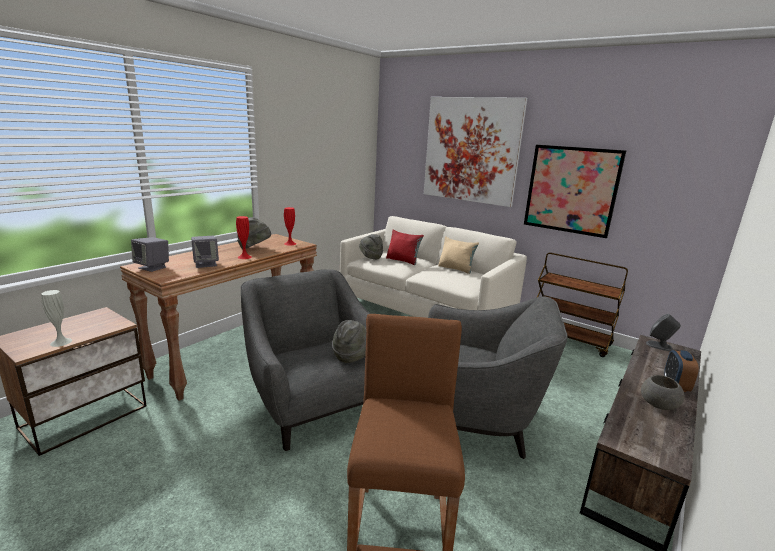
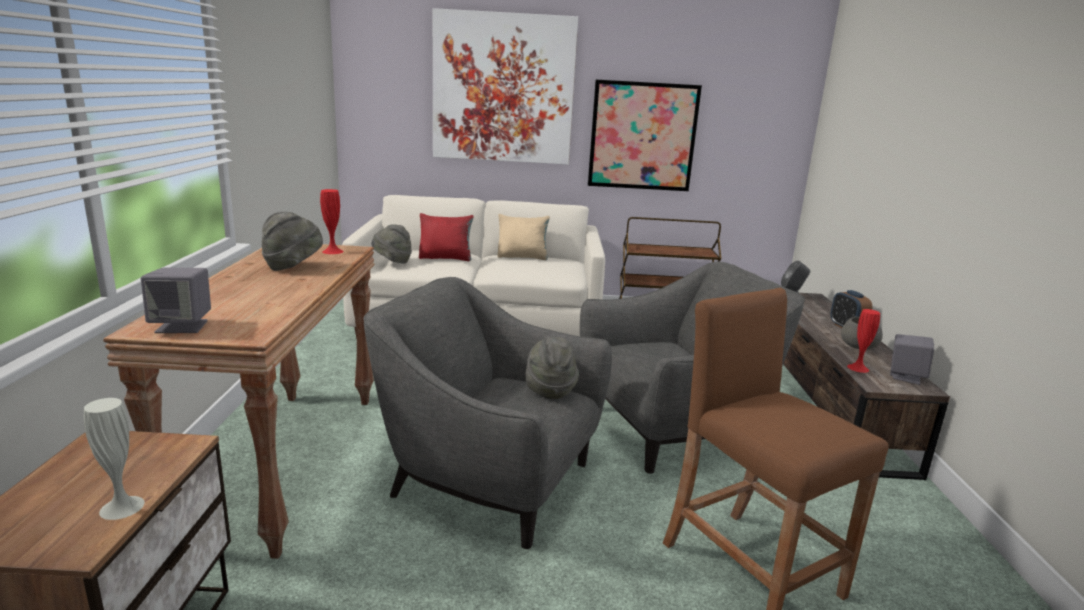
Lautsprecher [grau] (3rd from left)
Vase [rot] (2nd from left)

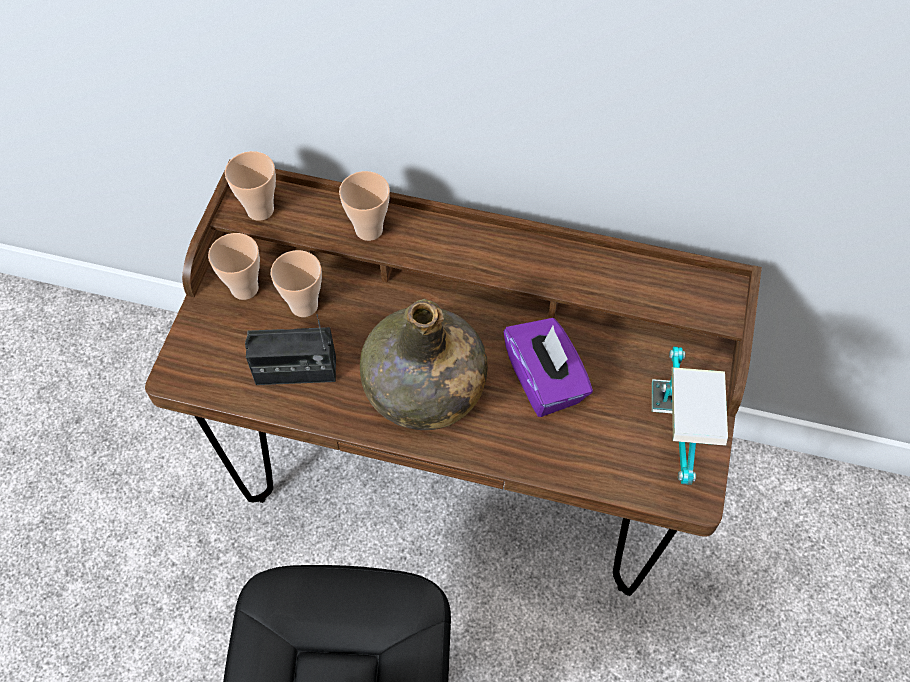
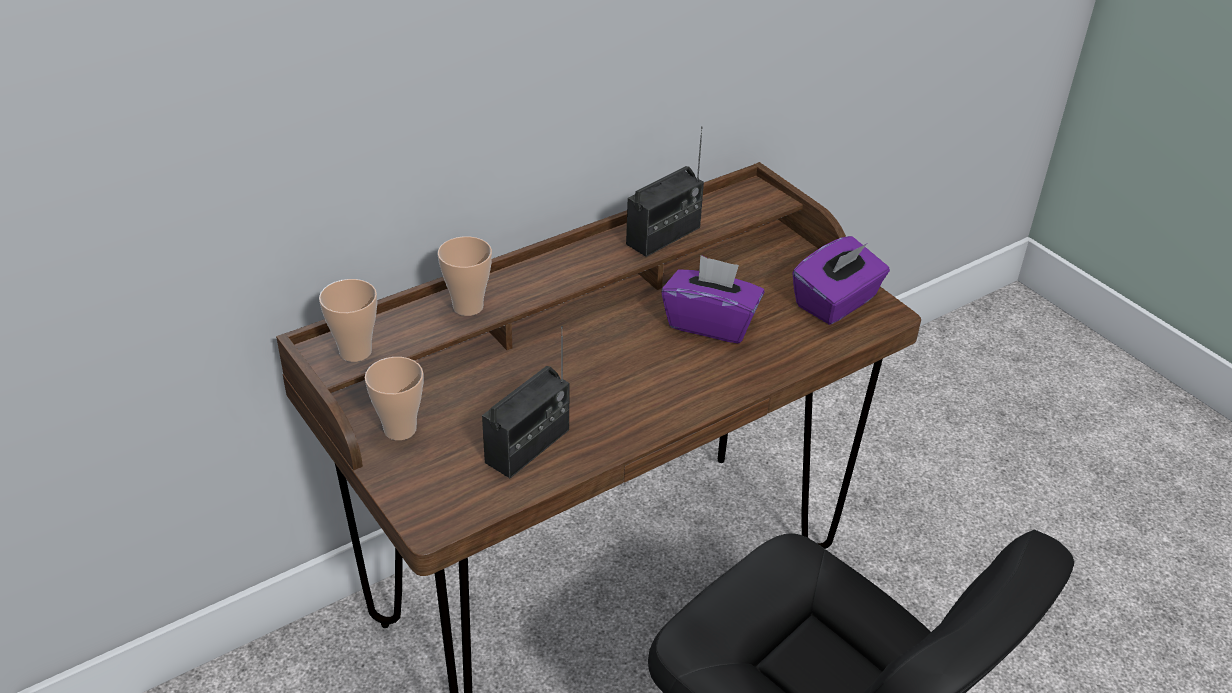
Tasse (3rd from left in the first image)
Flasche [grün]
Radio (2nd from left)
Taschentuchbox [lila] (2nd from left)

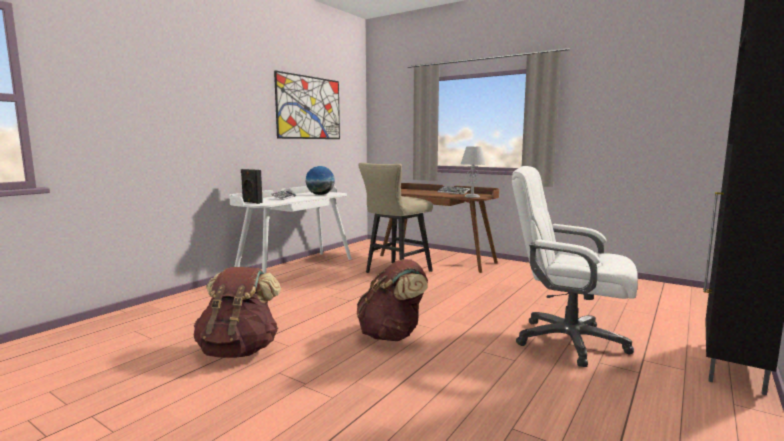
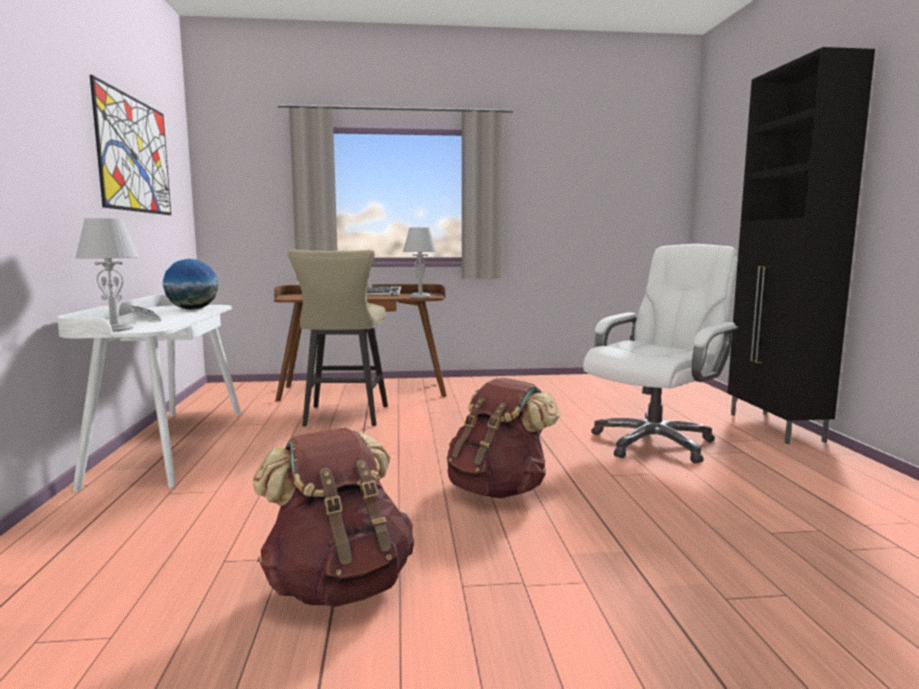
Tischlampe [grau] (1st from left)
Bürostuhl [weiß]

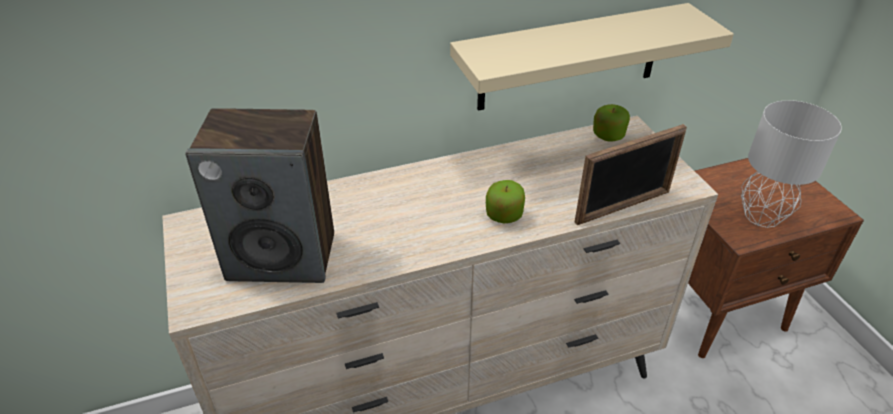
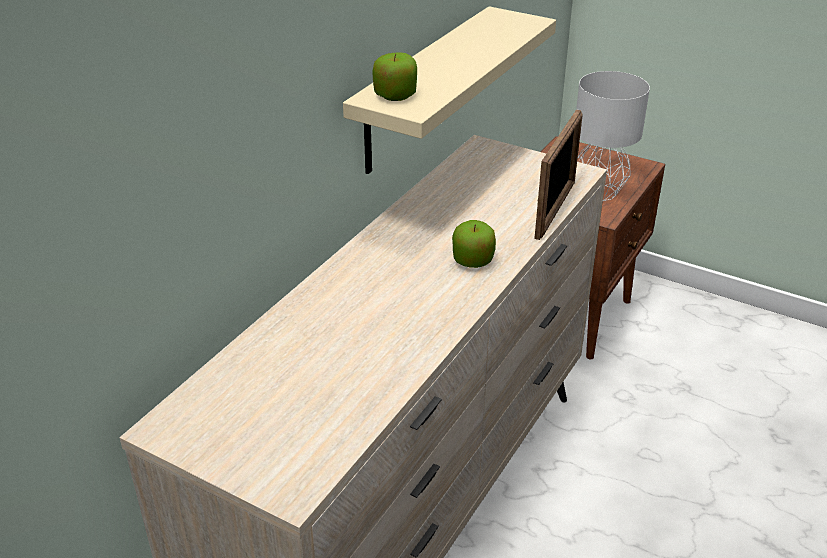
Lautsprecher
Apfel (1st from left)

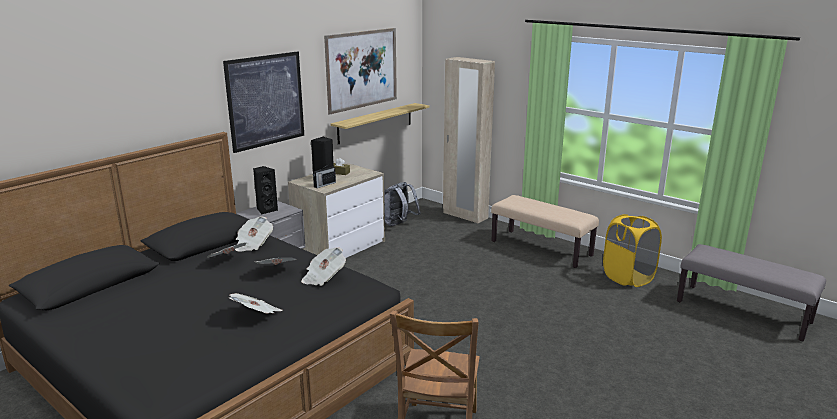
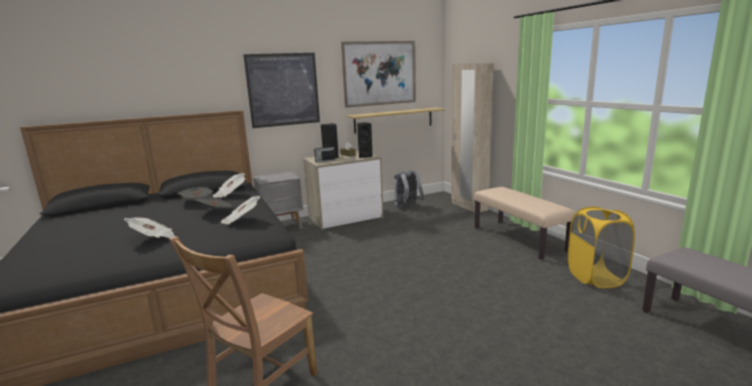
Lautsprecher [schwarz] (2nd from left)

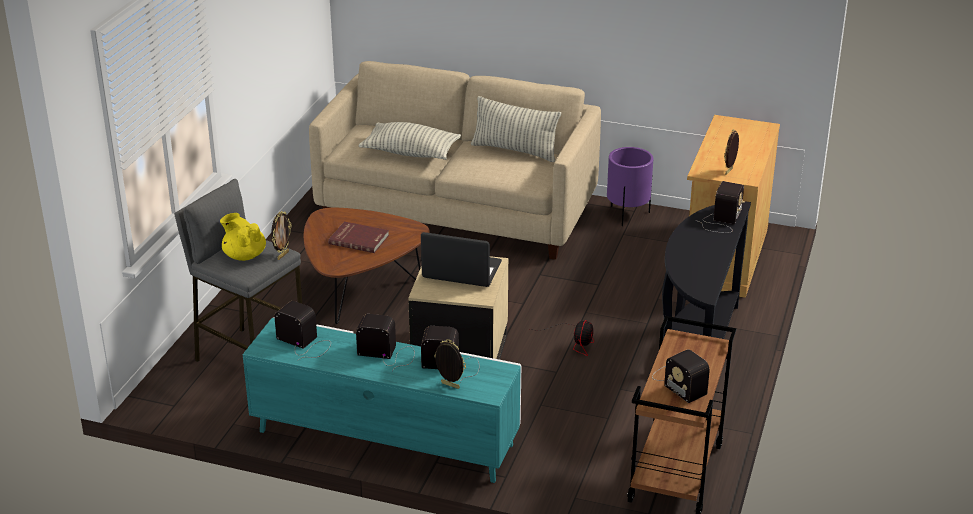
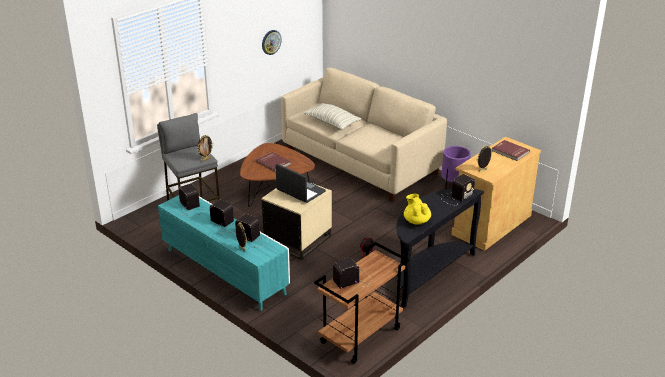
Kissen (2nd from left in the first image)
Wanduhr
Buch [rot] (2nd from left)
Teekanne [gelb]
Radio (4th from left)

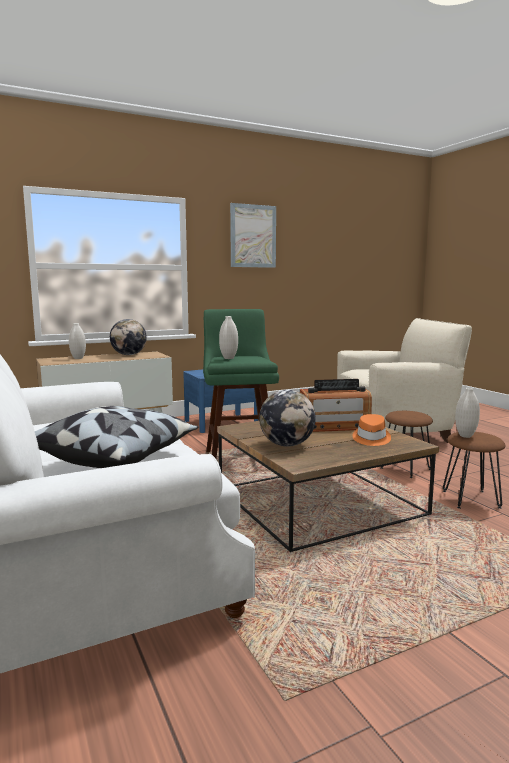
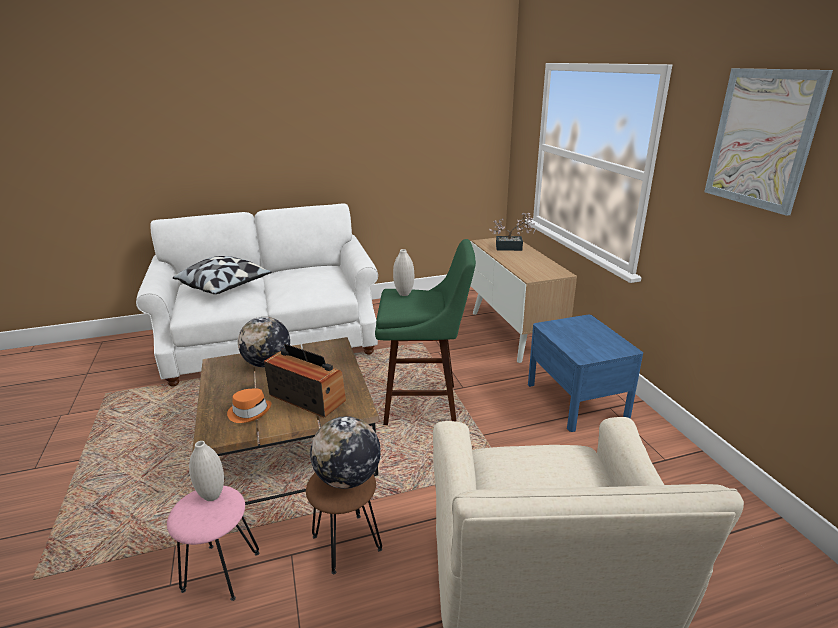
Globus (2nd from left)
Topfpflanze
Hocker [rosa]
Radio

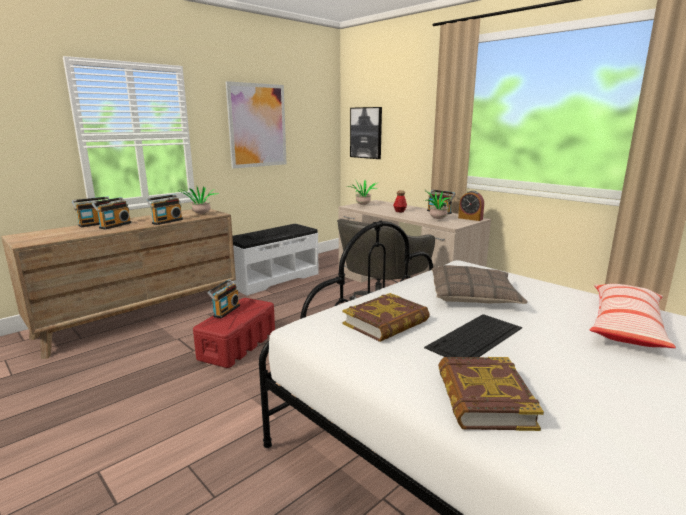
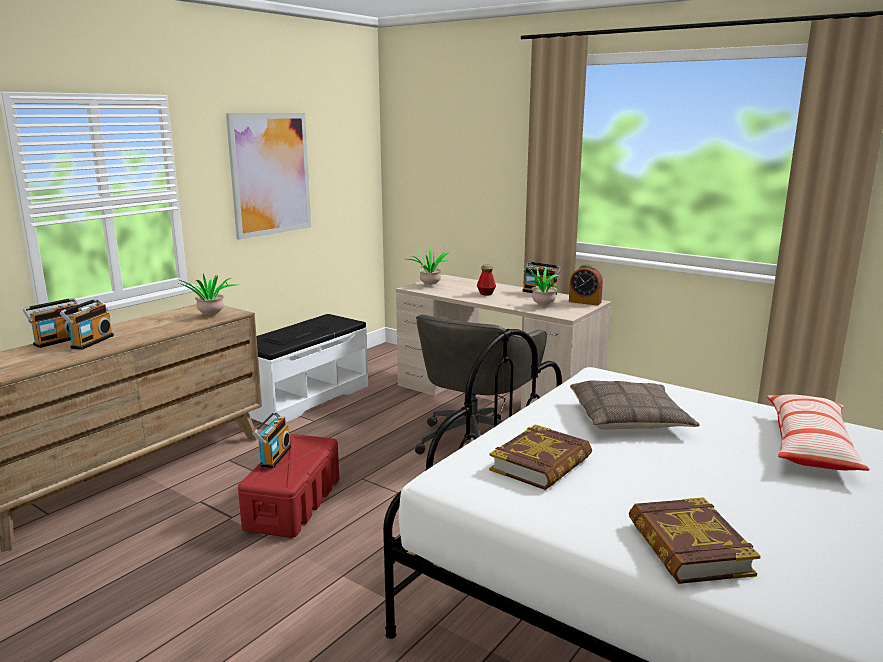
Radio (3rd from left in the first image)
Bild (2nd from left in the first image)
Tastatur (2nd from left in the first image)

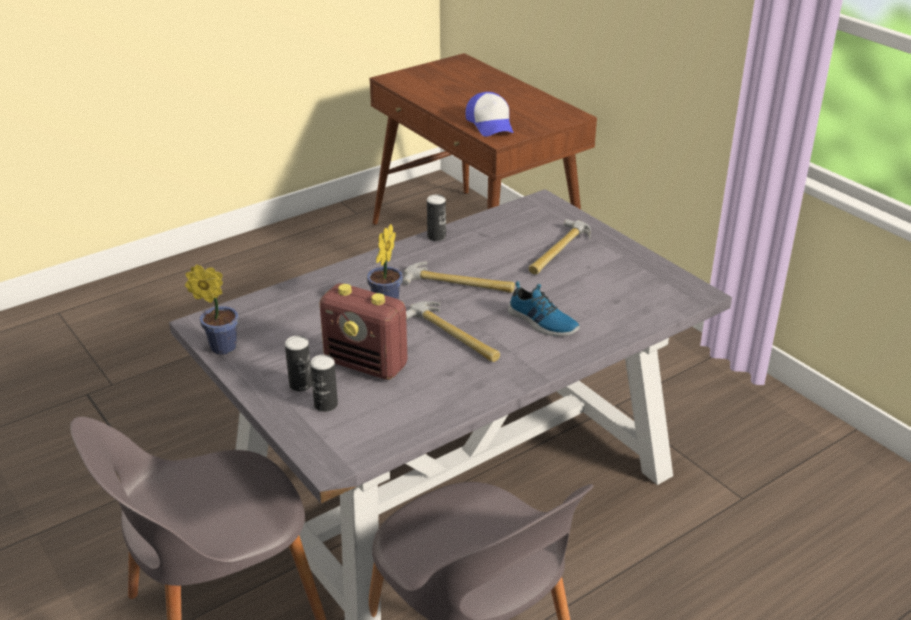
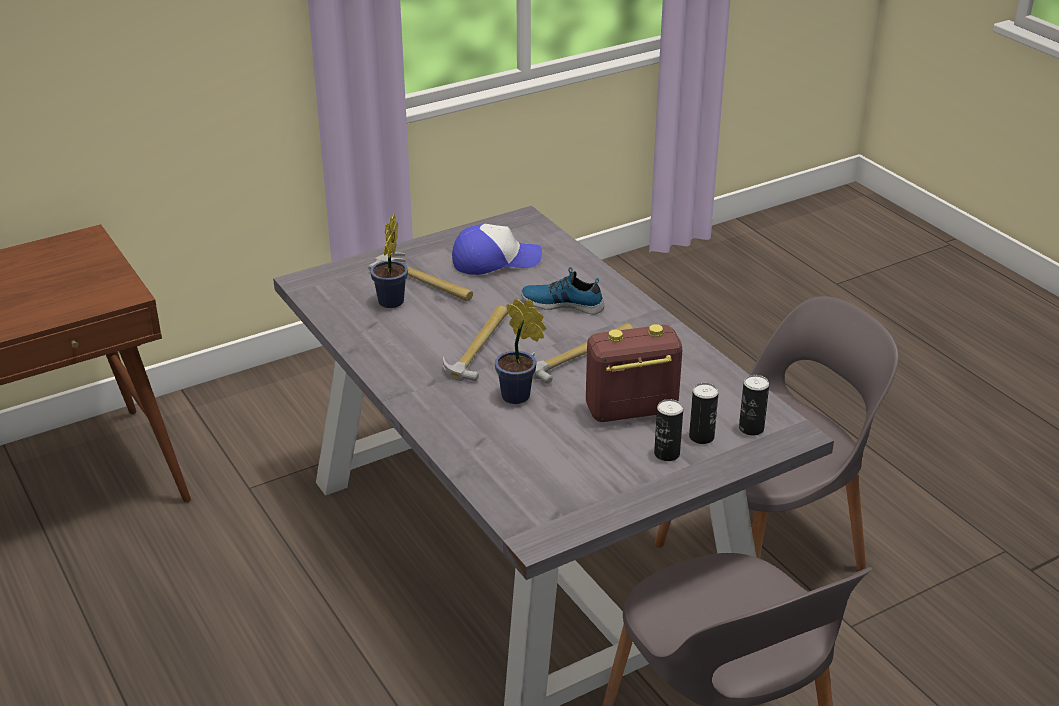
Topfpflanze (1st from left)
Dose (3rd from left)
Kappe
Radio
Schuh

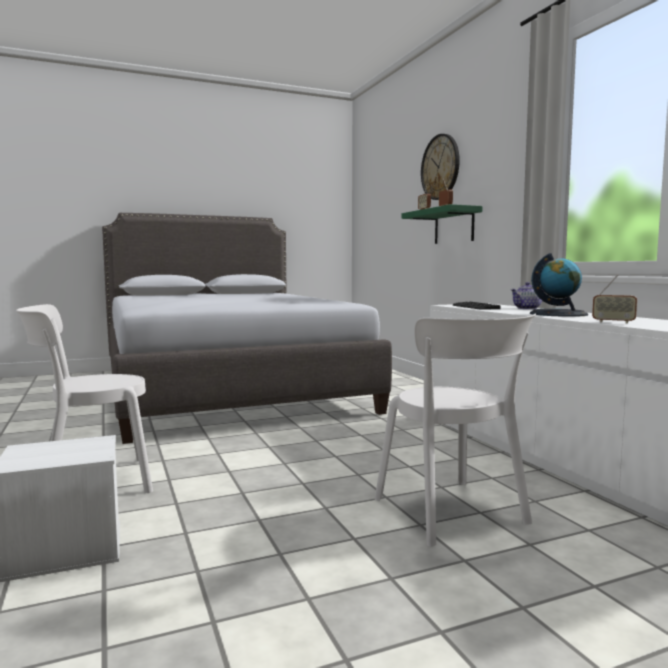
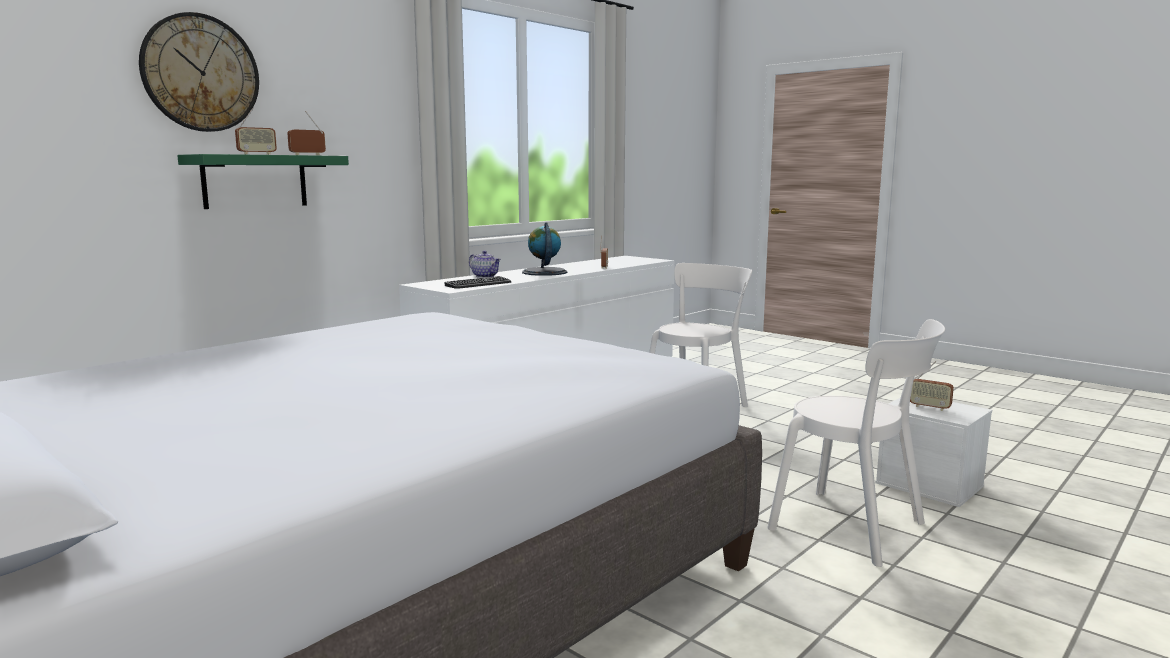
Radio (4th from left)

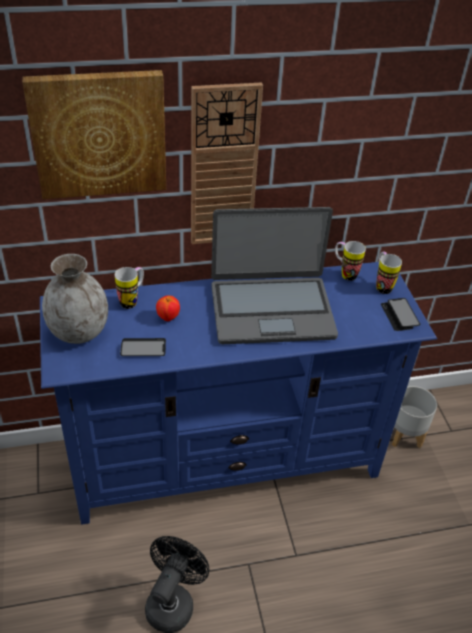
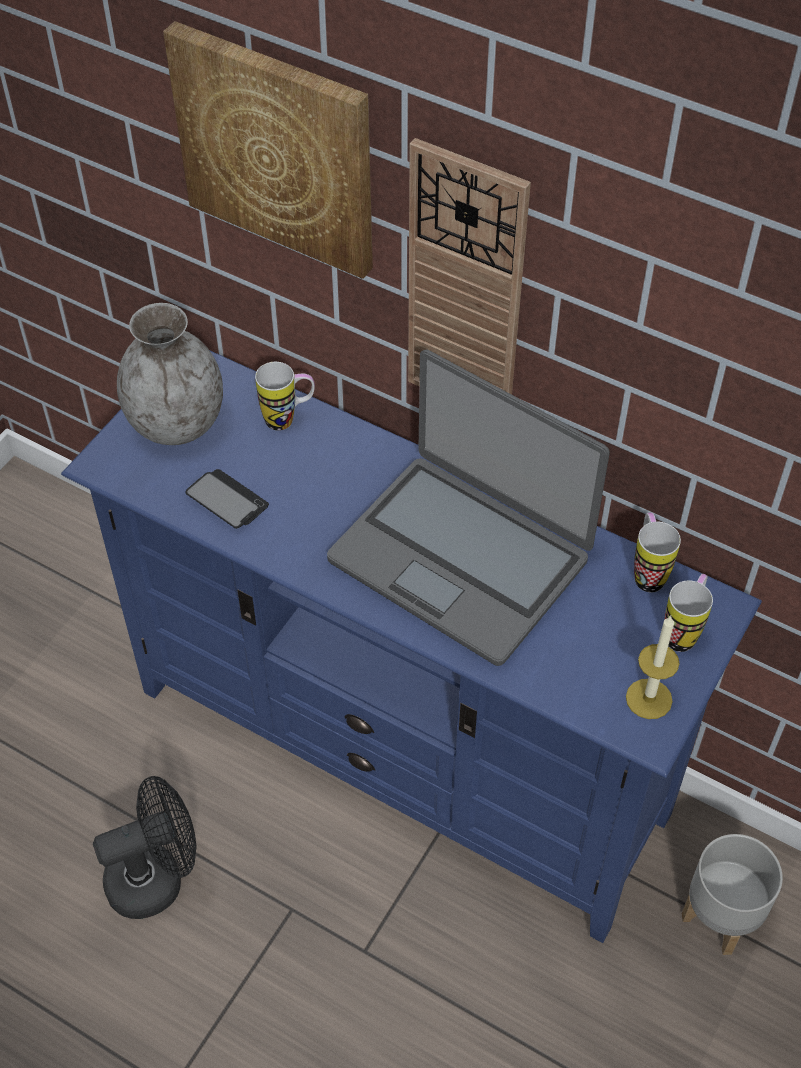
Apfel
Kerze

